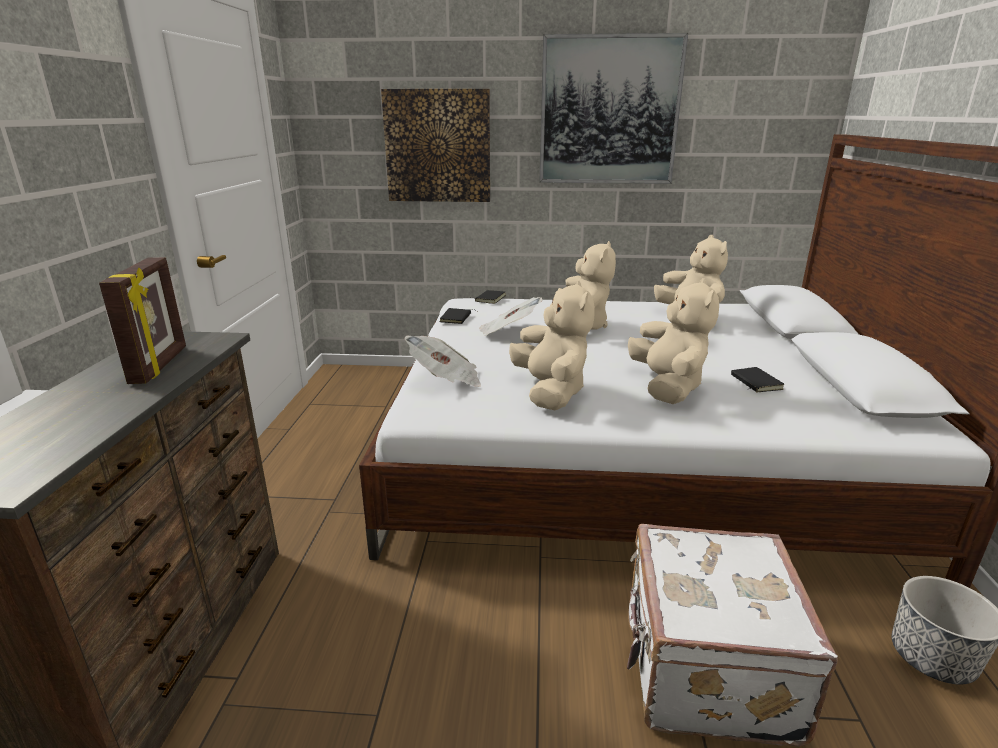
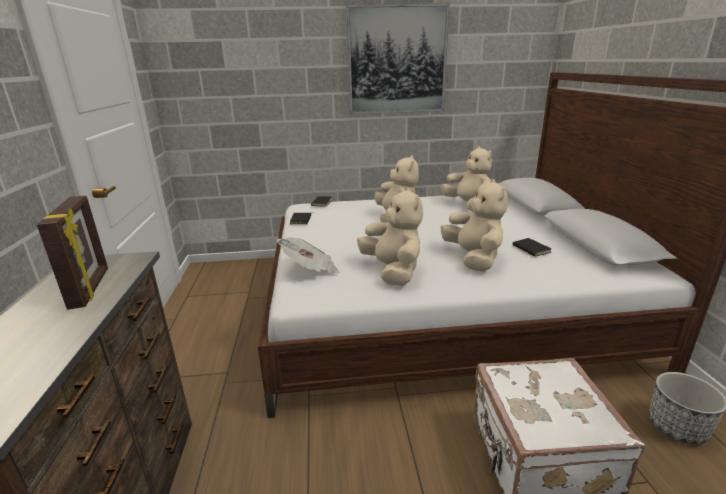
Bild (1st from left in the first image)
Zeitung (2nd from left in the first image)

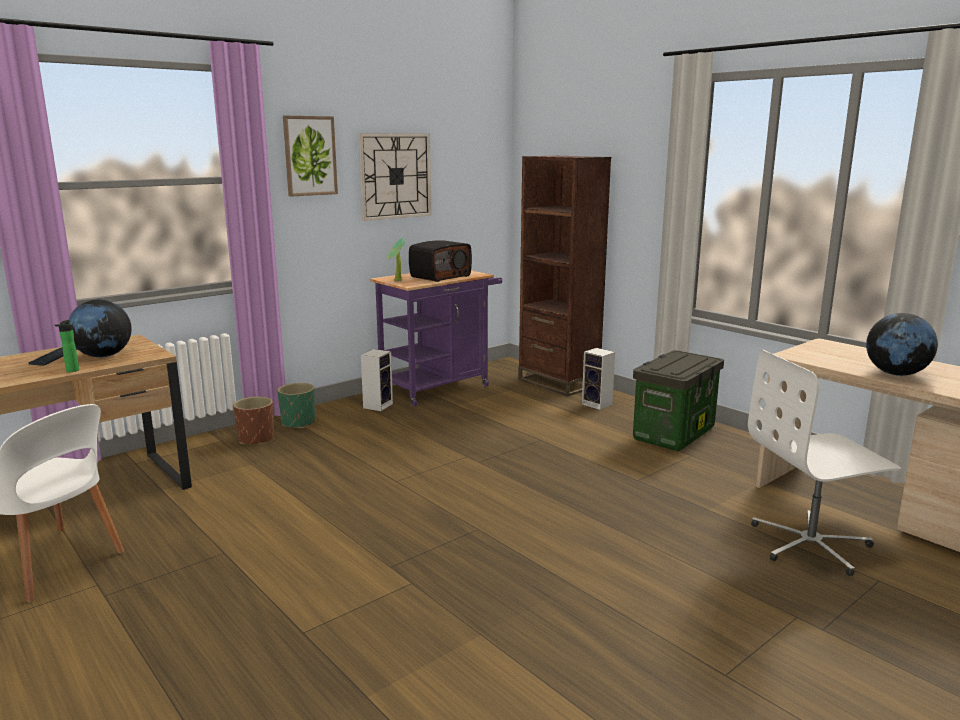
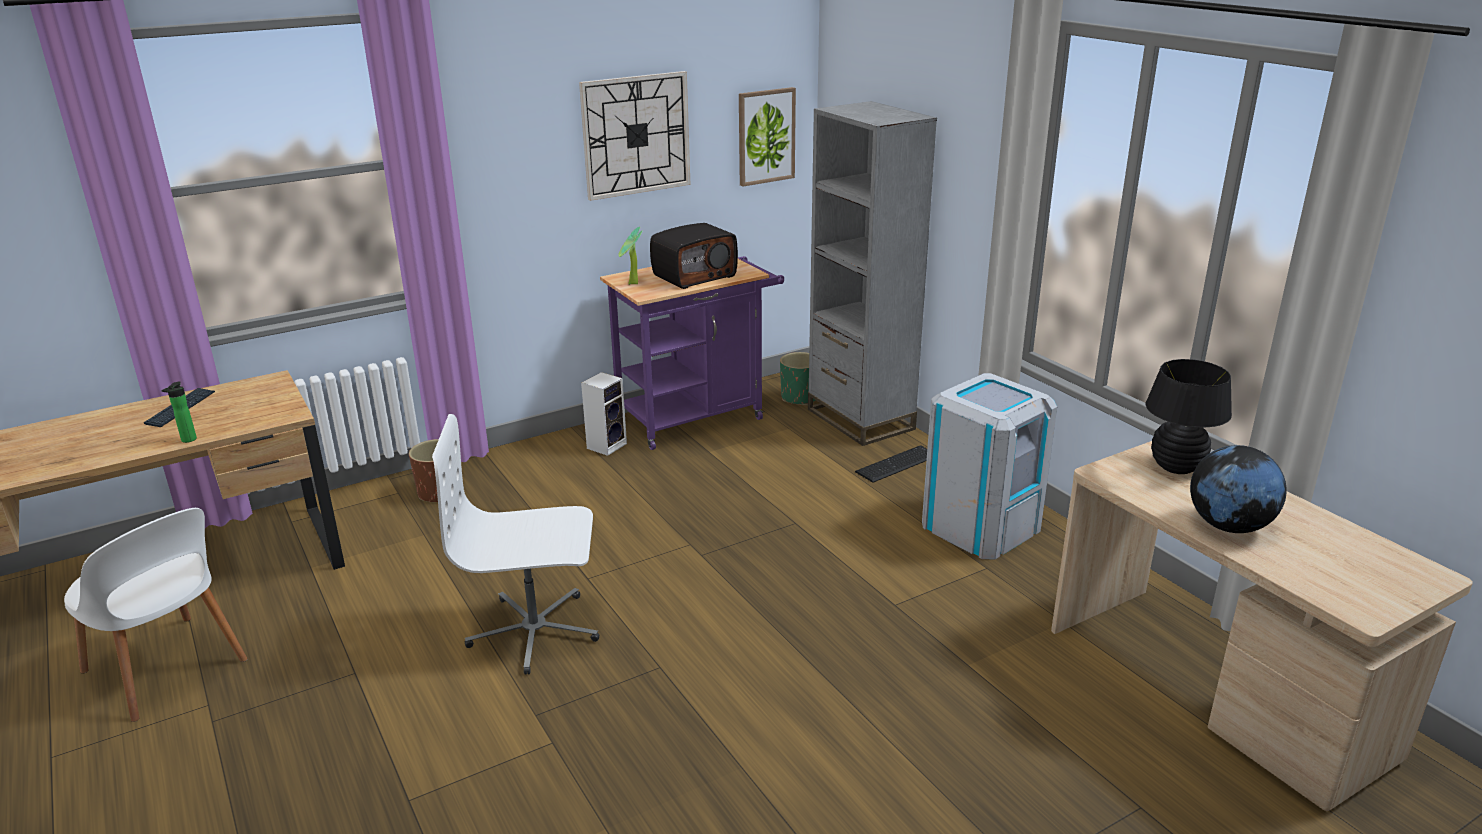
Globus (1st from left in the first image)
Tischlampe [schwarz]
Pflanzkübel [grün]
Bild
Bürostuhl [weiß]
Tastatur (2nd from left)
Mülleimer [grau]
Bücherregal [grau]

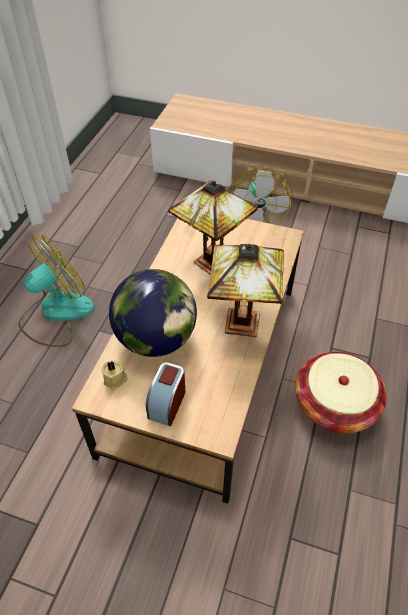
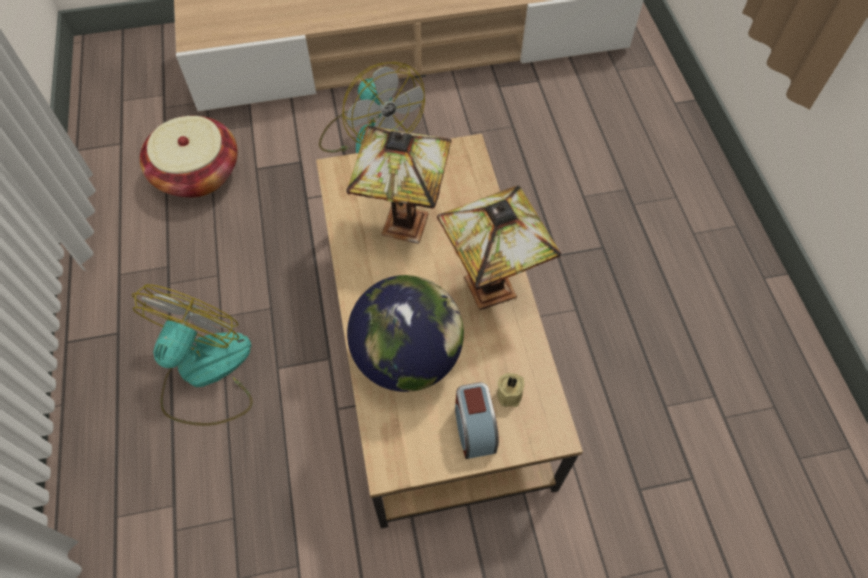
Kerze [beige]
Korb

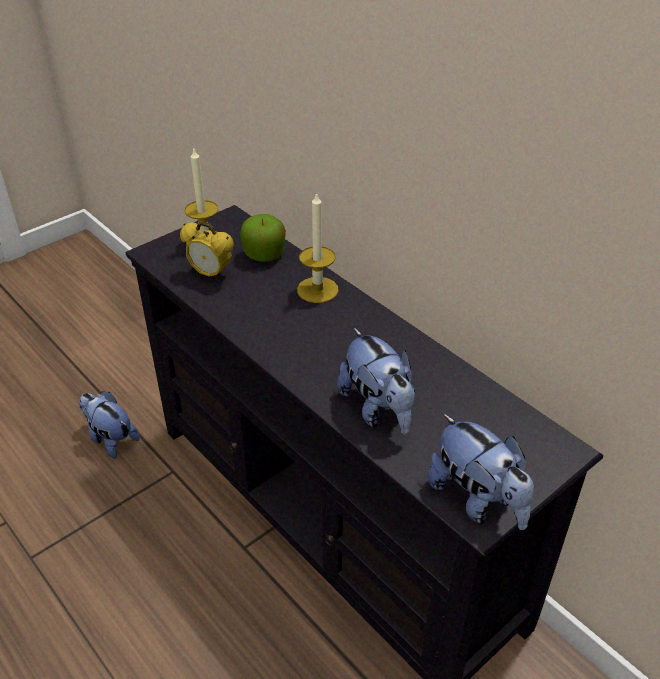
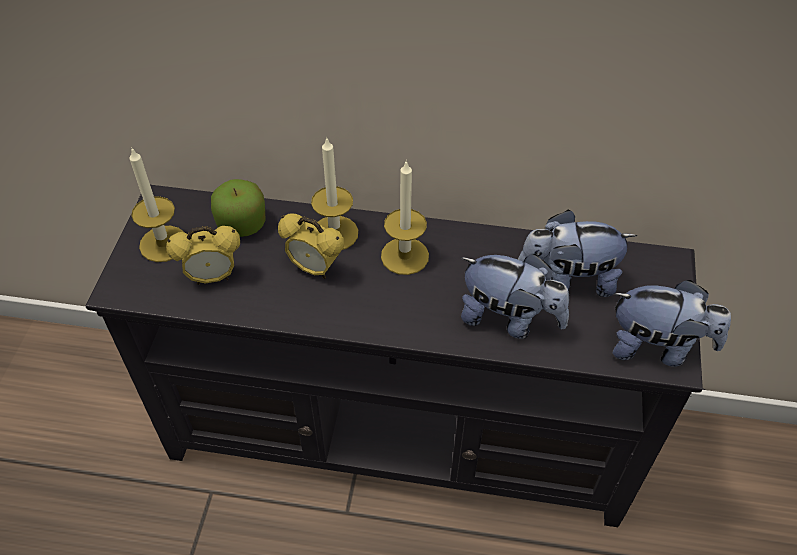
Wecker (2nd from left)
Kerze (3rd from left)
Plüschtier (2nd from left)

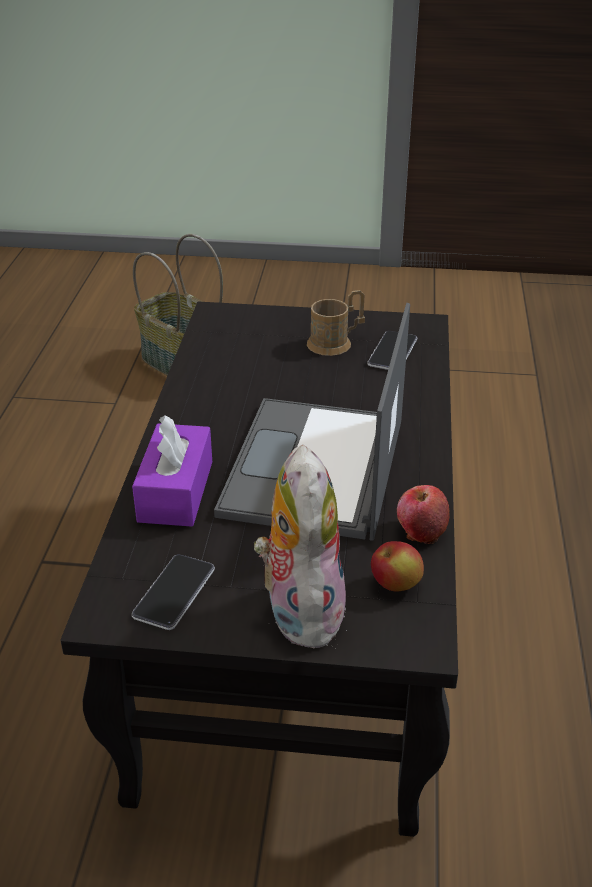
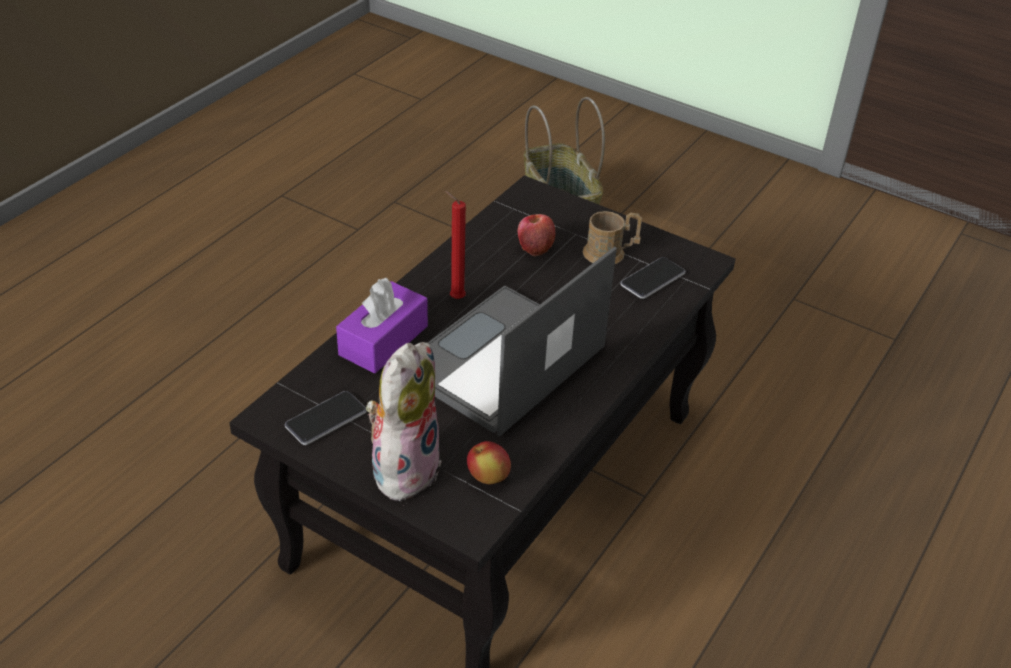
Kerze [rot]
Apfel (2nd from left)

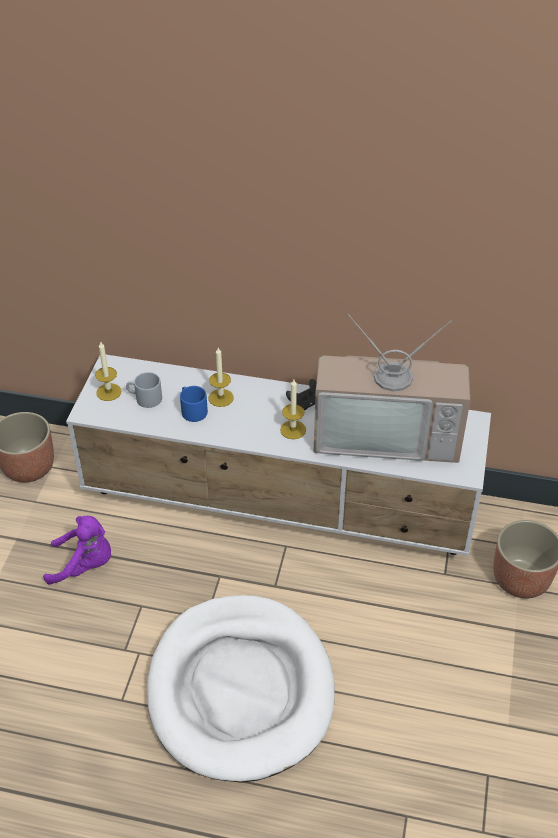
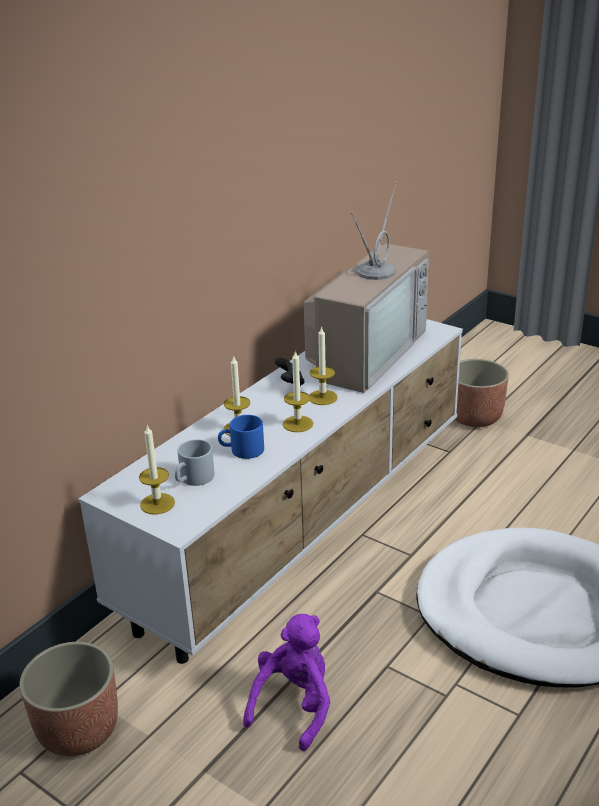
Kerze (3rd from left)

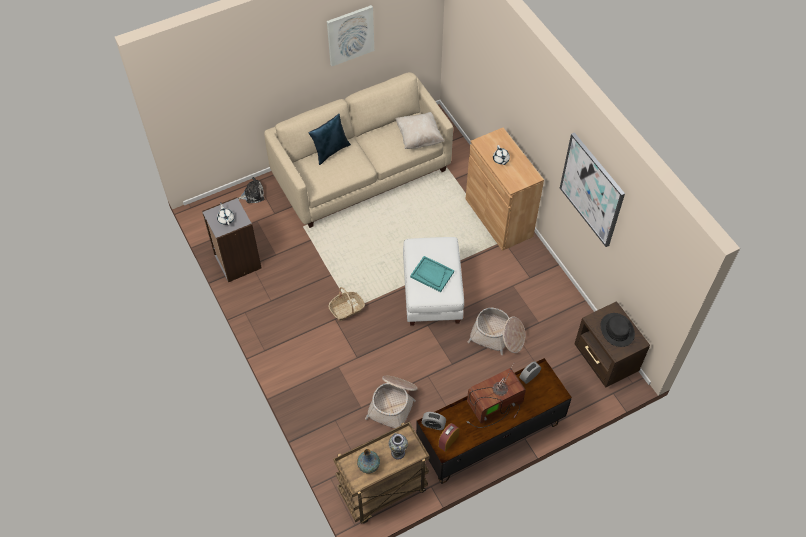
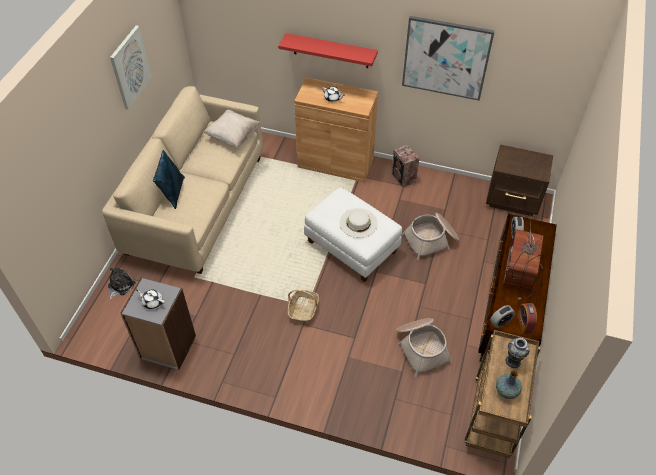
Hut [schwarz]
Wandregal [rot]
Lautsprecher
Hut [weiß]

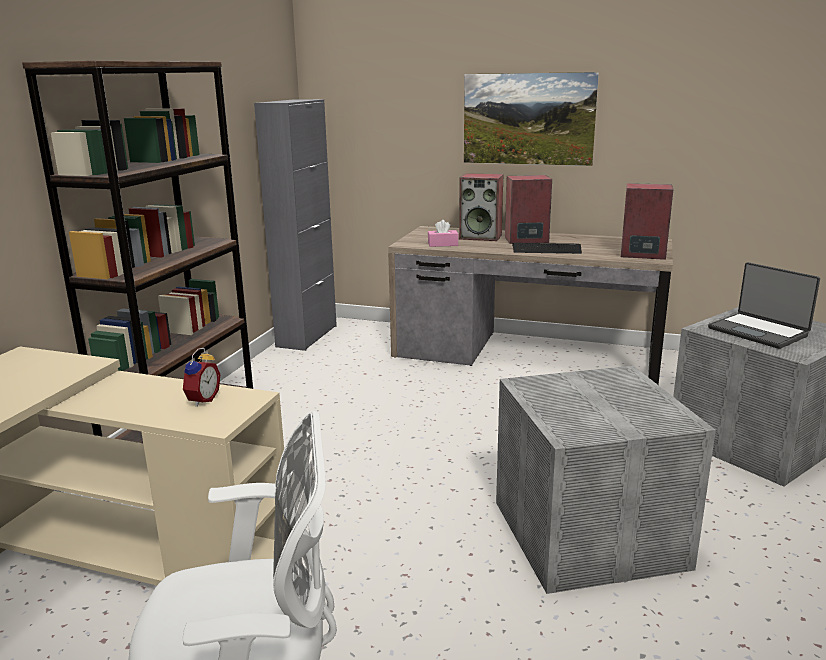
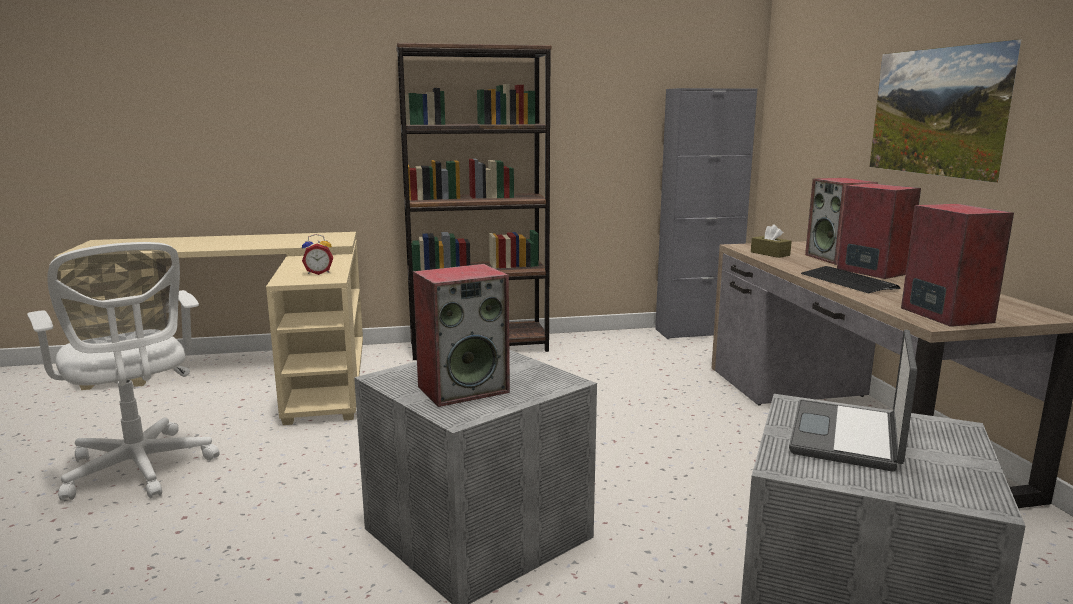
Lautsprecher (1st from left)
Taschentuchbox [braun]

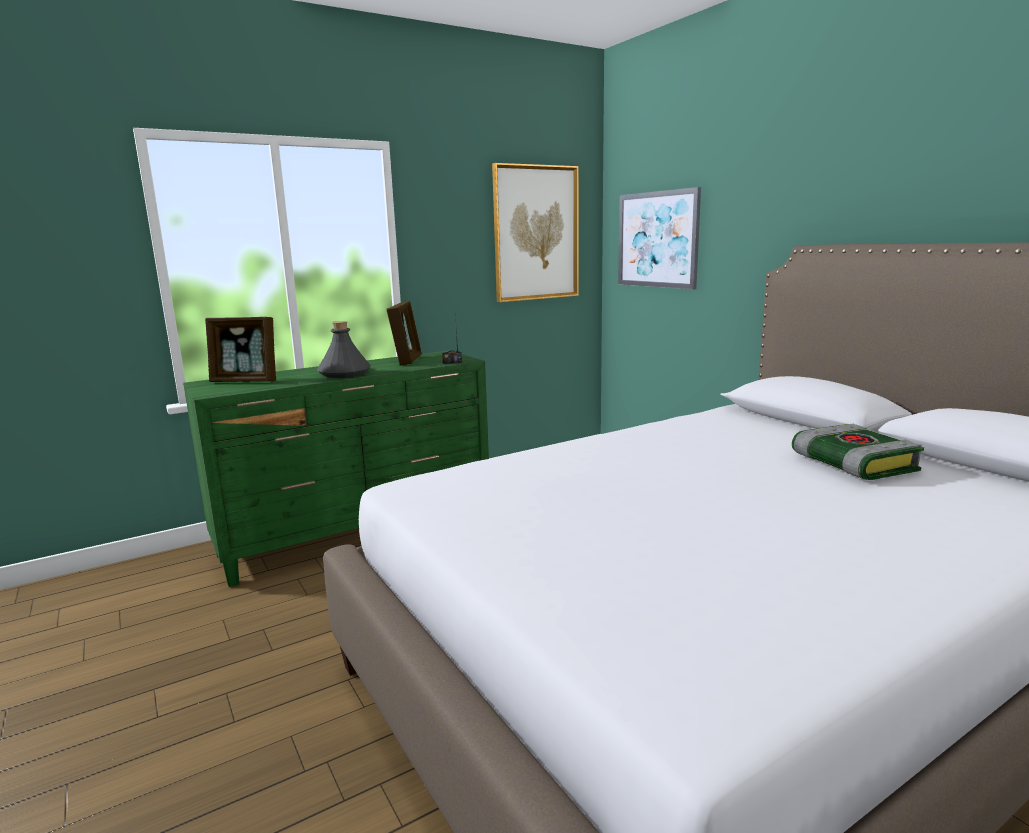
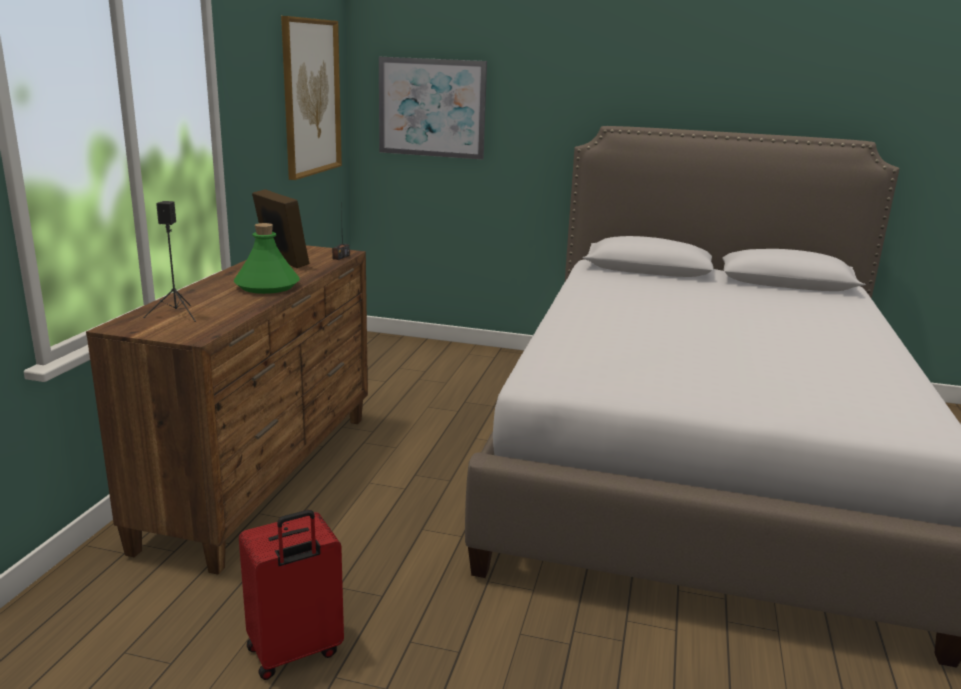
Buch
Koffer [rot]
Lautsprecher [schwarz]
Kommode [braun]
Flasche [grün]

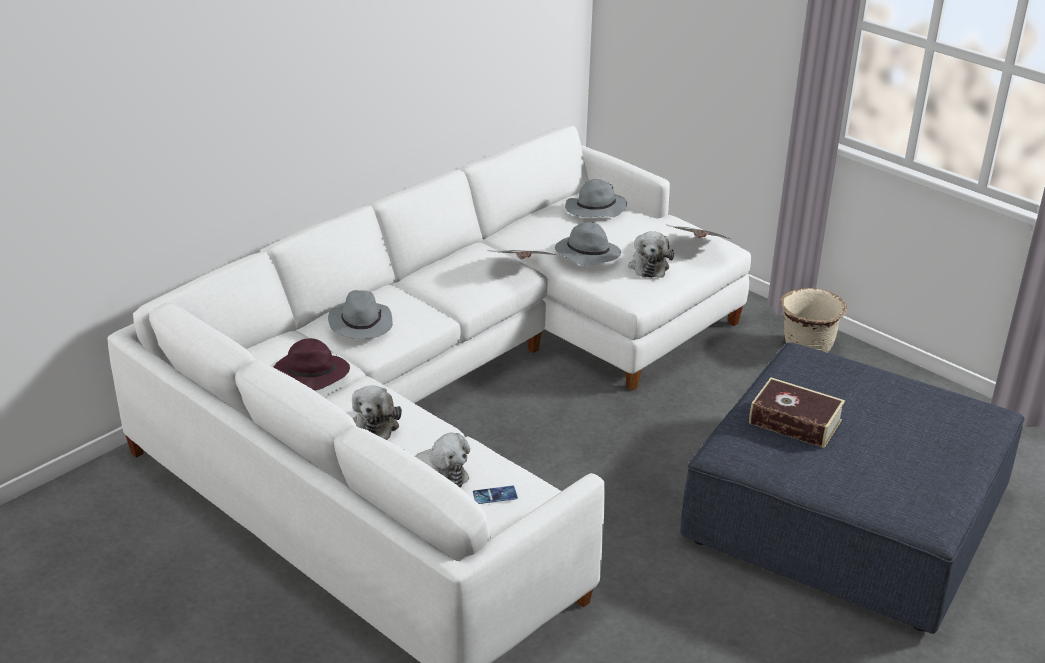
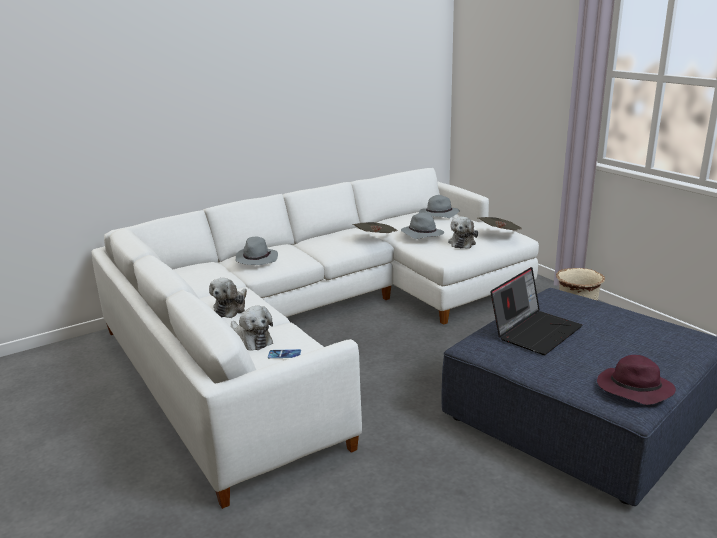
Hut [lila]
Laptop

